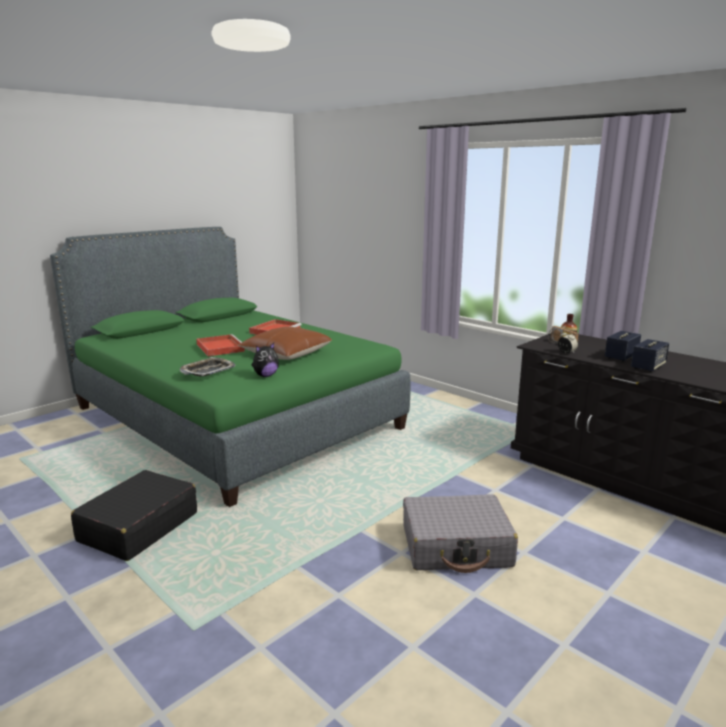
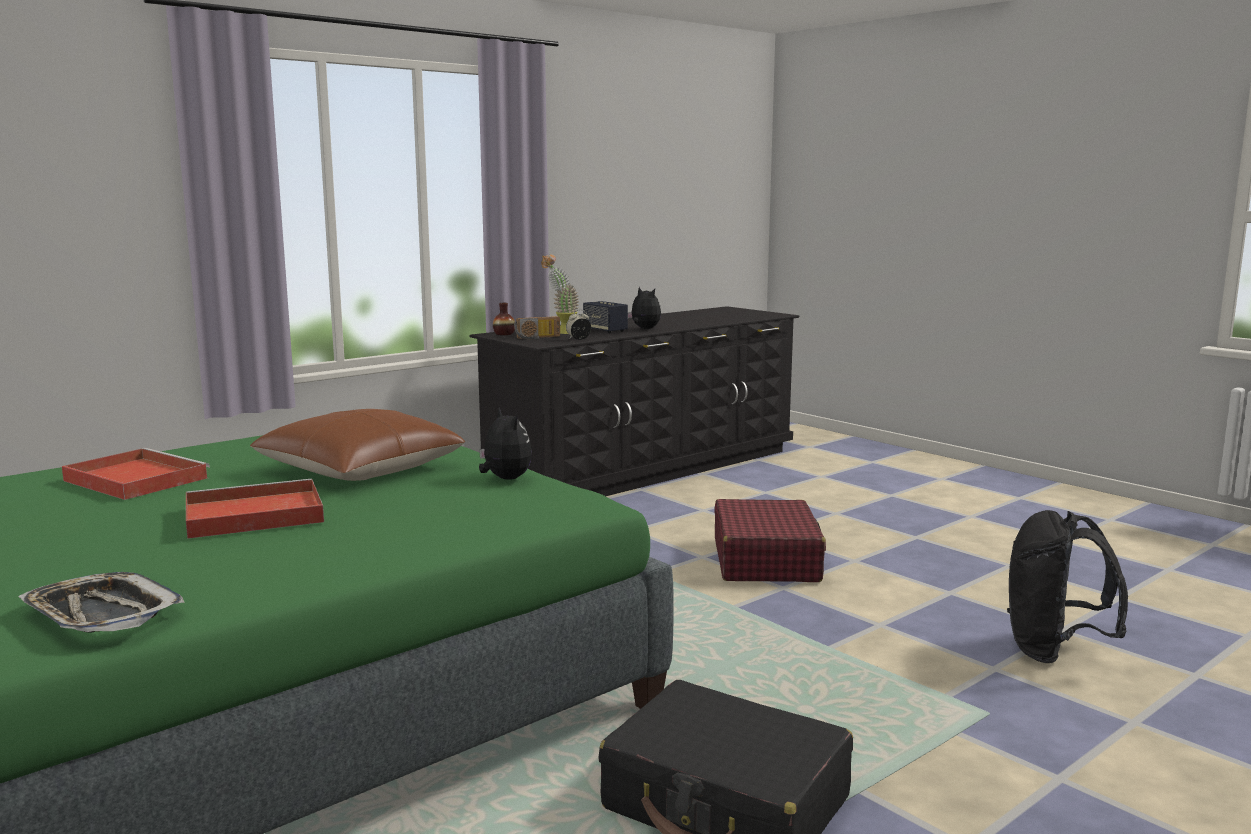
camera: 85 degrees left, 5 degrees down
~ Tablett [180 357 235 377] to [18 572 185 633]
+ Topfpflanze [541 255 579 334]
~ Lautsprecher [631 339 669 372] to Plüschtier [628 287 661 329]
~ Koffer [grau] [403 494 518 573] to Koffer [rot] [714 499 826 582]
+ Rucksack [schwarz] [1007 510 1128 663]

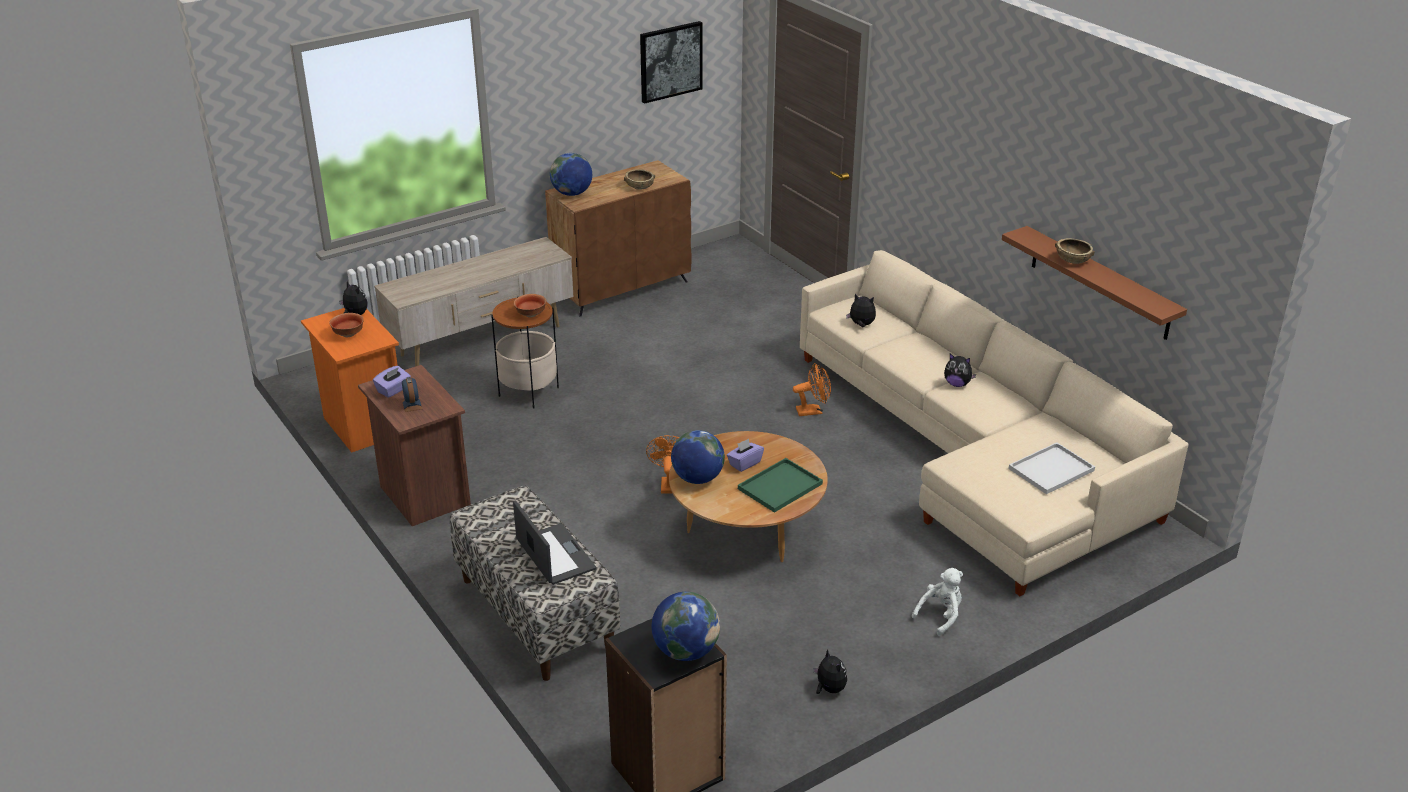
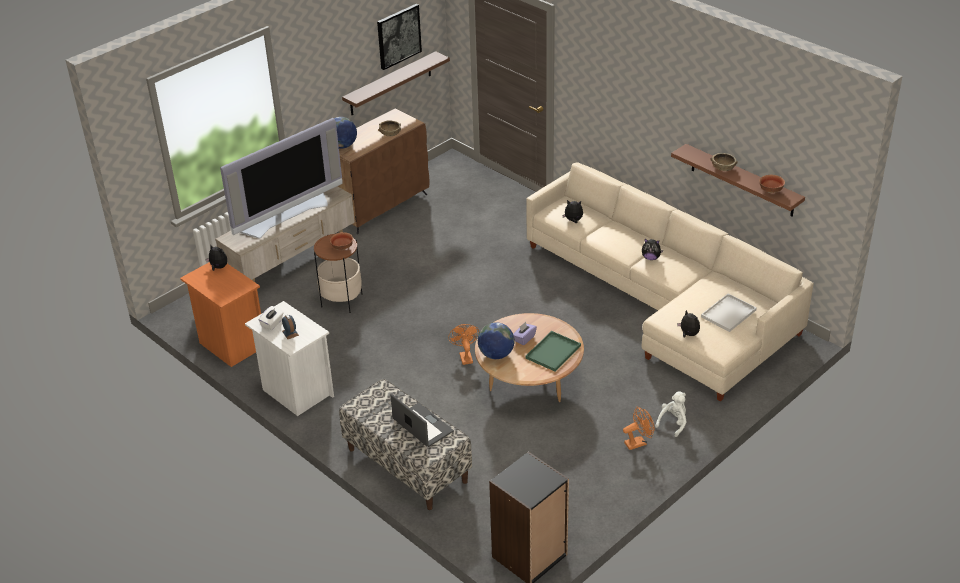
camera: 10 degrees left, 5 degrees up
+ Fernseher [220 118 343 238]
~ Nachttisch [braun] [358 365 471 526] to Nachttisch [weiß] [245 301 334 416]
~ Taschentuchbox [lila] [373 366 411 398] to Taschentuchbox [weiß] [259 306 284 330]
+ Wandregal [braun] [342 51 450 115]
~ Ventilator [orange] [793 363 831 416] to [623 407 655 450]
~ Plüschtier [813 649 847 694] to [677 310 700 338]
~ Schüssel [329 313 364 337] to [759 175 785 193]
- Globus [652 592 720 661]

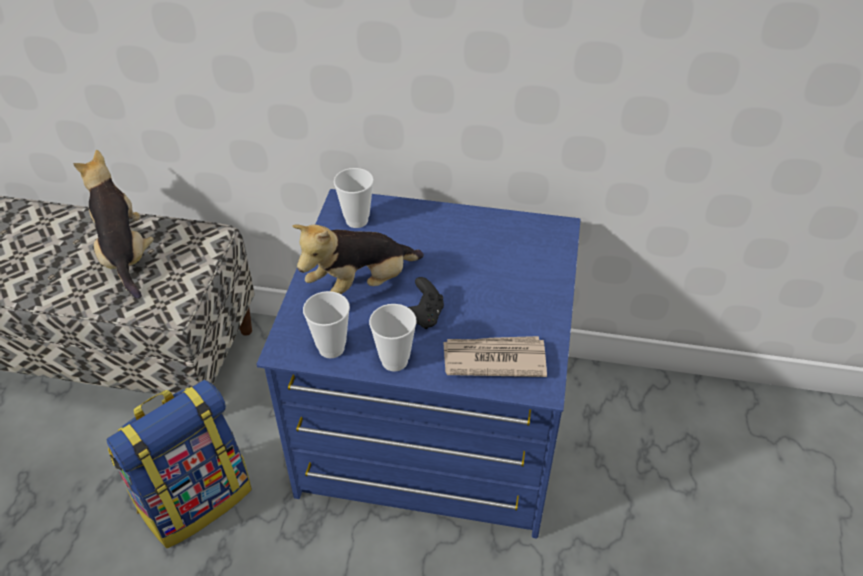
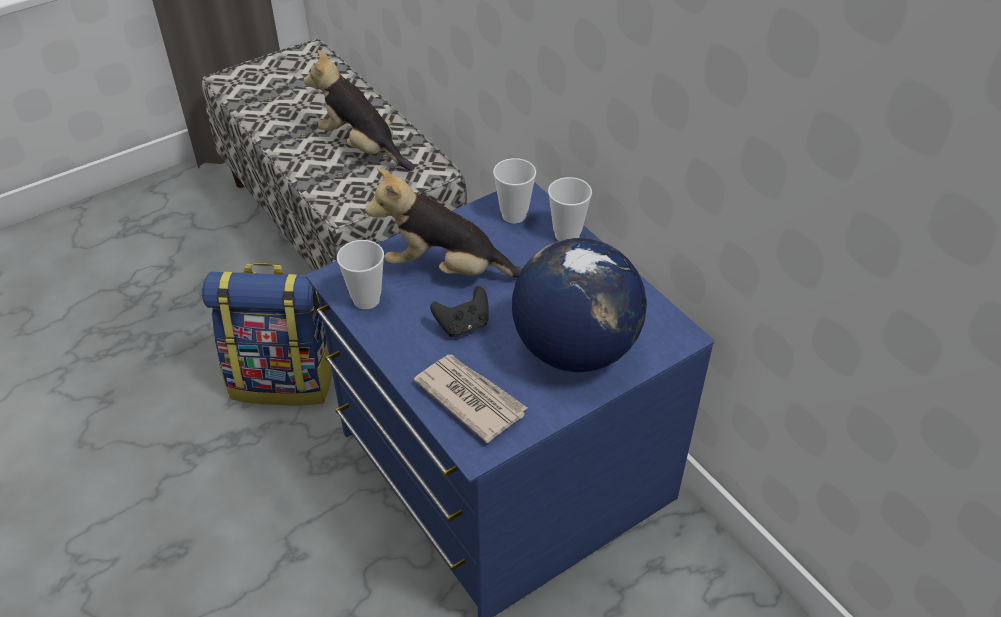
camera: 45 degrees right, 0 degrees up
~ Plüschtier [73 150 154 299] = [304 50 415 171] 75 degrees counterclockwise
+ Globus [512 238 647 372]
~ Tasse [369 304 417 371] to [548 177 592 241]

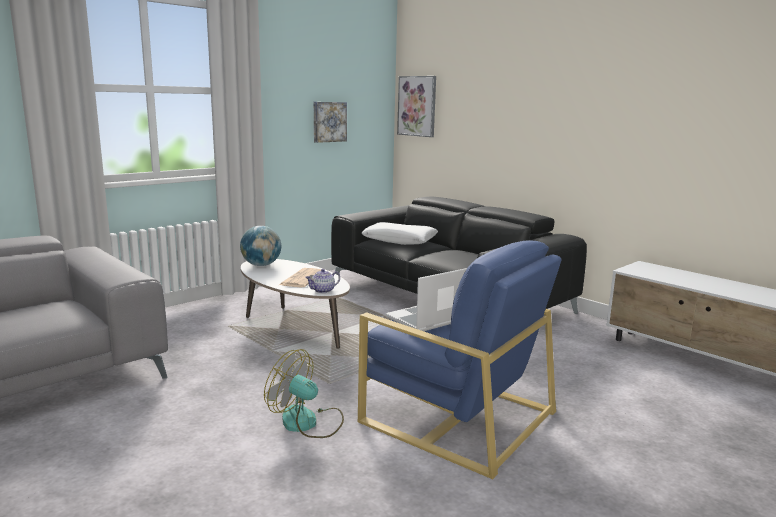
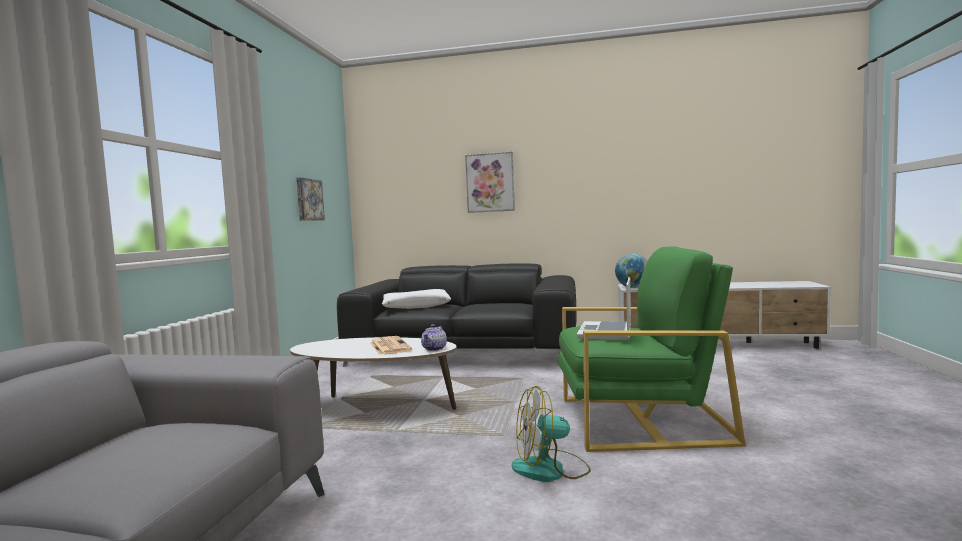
camera: 35 degrees left, 10 degrees down
~ Bild [397 76 436 137] to [465 152 515 213]
~ Sessel [blau] [358 240 562 479] to Sessel [grün] [558 246 746 452]
~ Globus [240 226 281 266] to [615 253 648 288]

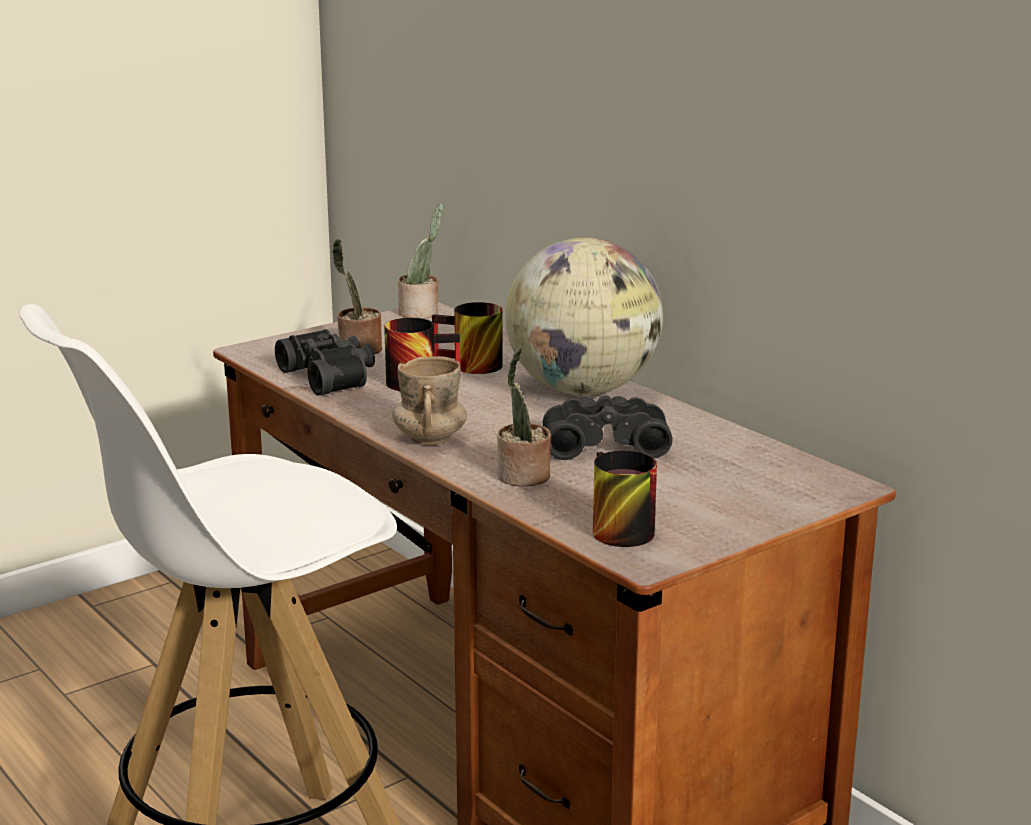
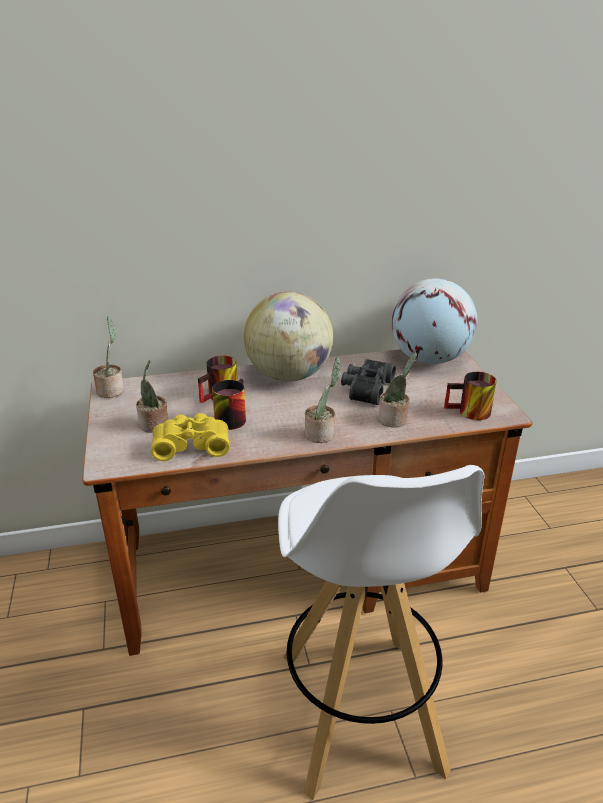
camera: 65 degrees left, 10 degrees up
~ Fernglas [schwarz] [275 329 375 396] to Fernglas [gelb] [151 413 230 461]
~ Henkelbecher [beige] [392 356 467 445] to Topfpflanze [305 357 340 443]
+ Globus [391 279 477 364]

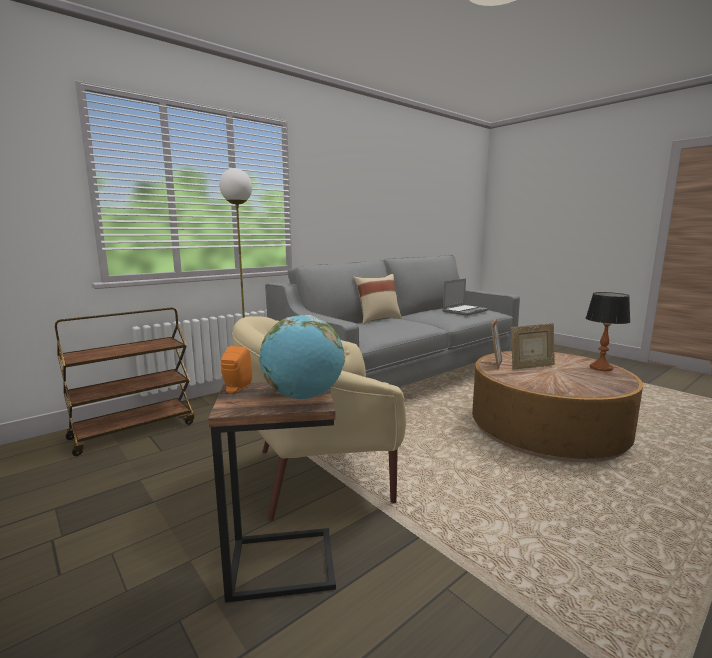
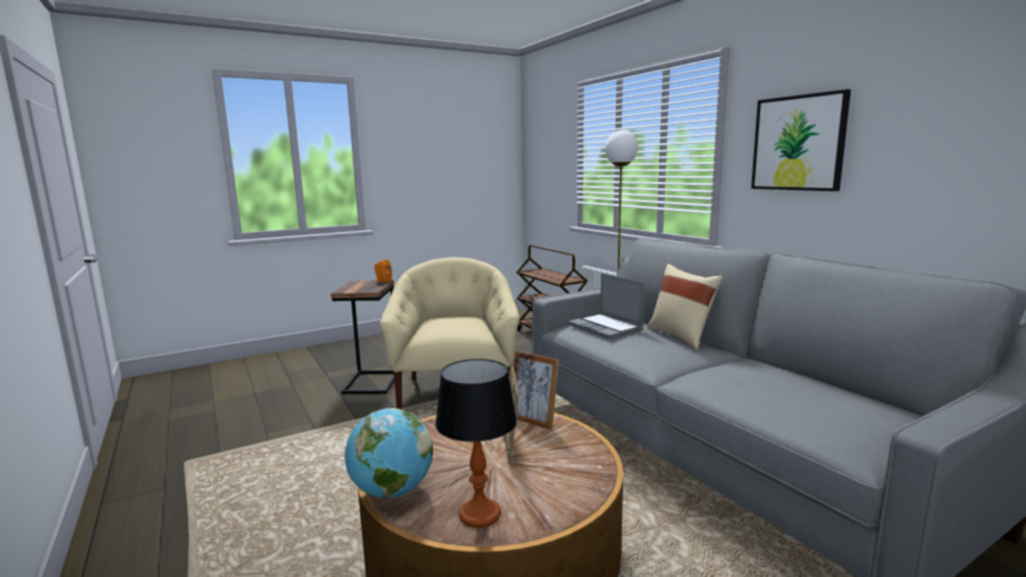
camera: 100 degrees right, 0 degrees up
~ Globus [259 315 345 399] to [345 408 433 498]
~ Laptop [442 278 488 316] to [568 273 644 339]
+ Bild [751 89 851 191]

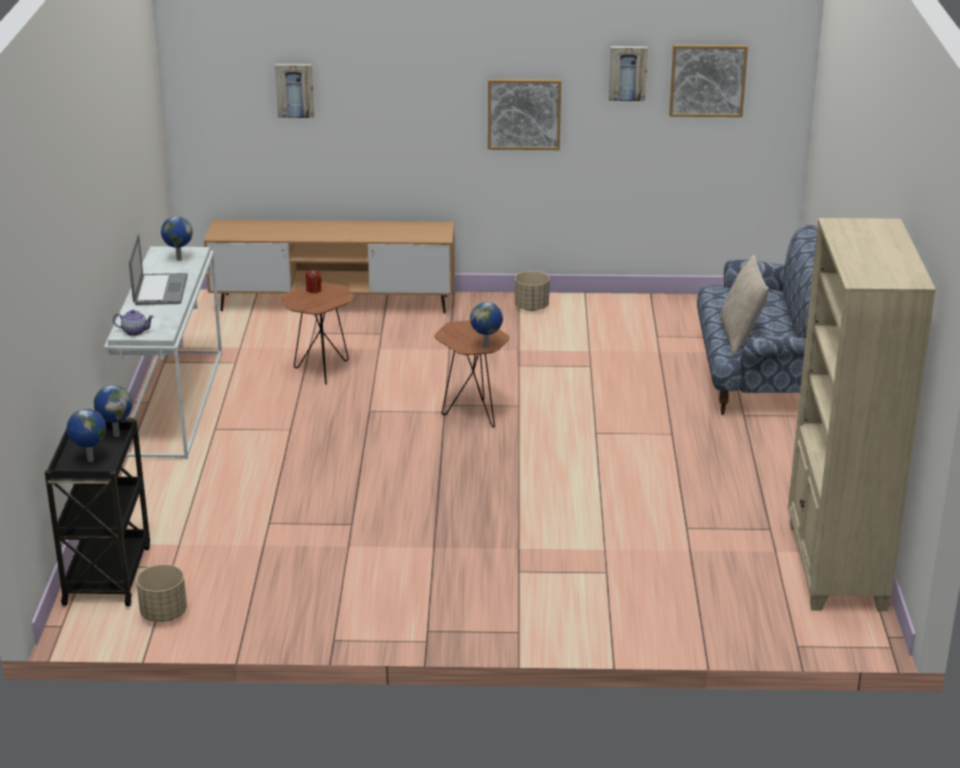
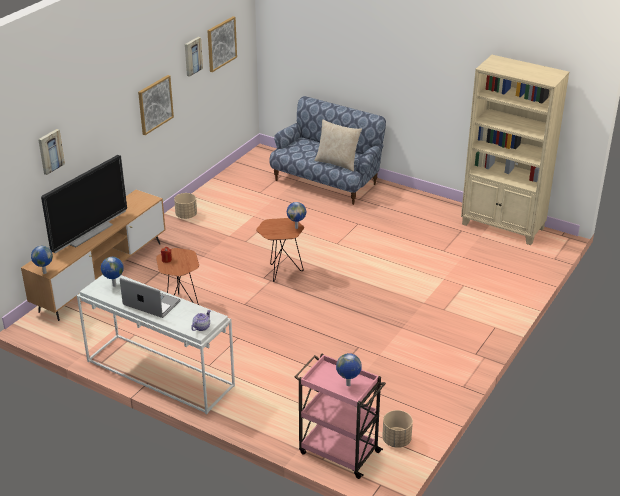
camera: 60 degrees left, 5 degrees up
~ Globus [94 385 132 437] to [31 246 53 274]
+ Fernseher [41 155 127 253]
~ Rollwagen [schwarz] [45 417 150 606] to Rollwagen [rosa] [295 354 386 479]

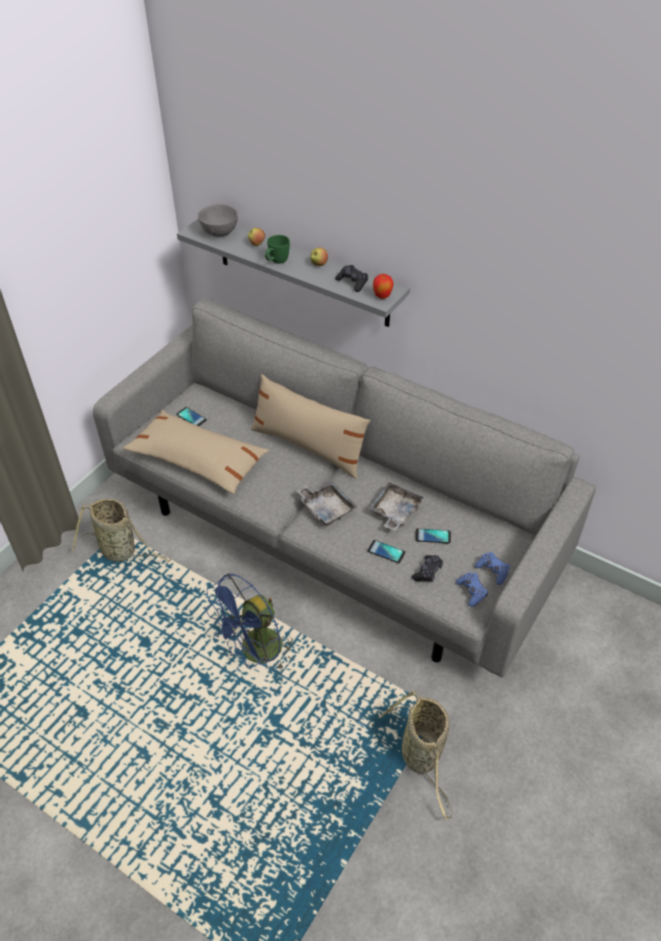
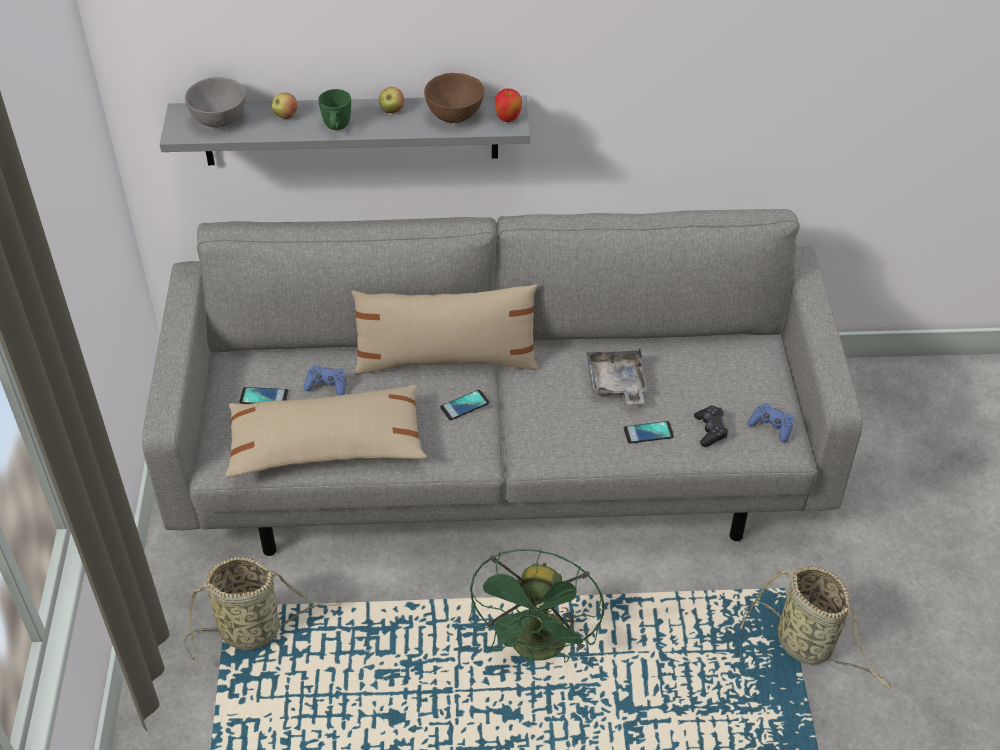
camera: 35 degrees left, 0 degrees up
~ Gamepad [blau] [475 552 510 585] to [303 365 346 396]
~ Gamepad [schwarz] [335 265 368 292] to Schüssel [braun] [424 73 485 123]
~ Handy [416 528 451 544] to [440 390 489 420]
~ Ventilator [blau] [205 573 293 668] to Ventilator [grün] [469 549 604 663]
- Tablett [grau] [296 481 357 527]

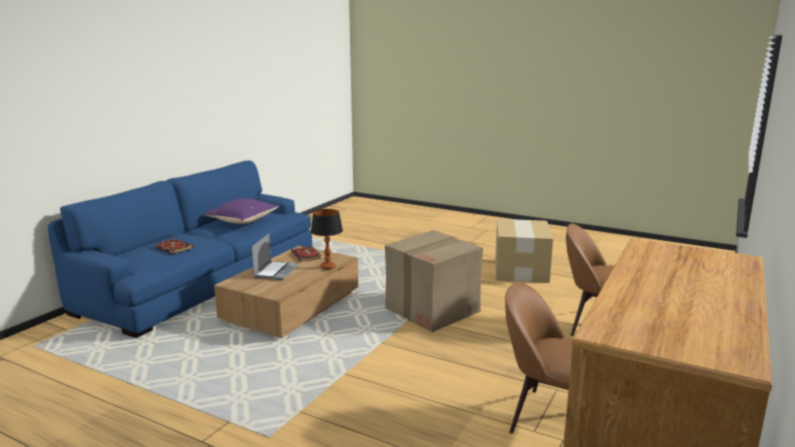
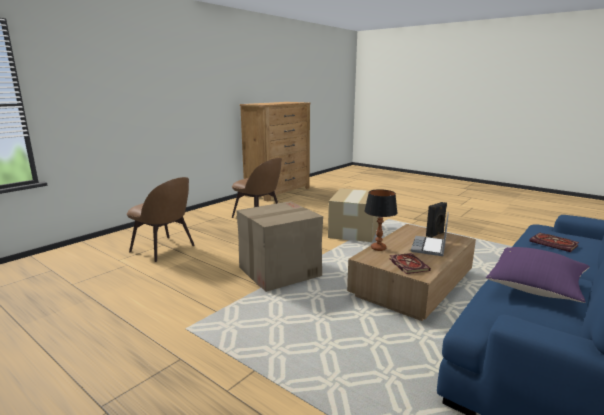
camera: 170 degrees left, 0 degrees up
~ Karton [495 219 553 283] to [328 188 378 242]
+ Lautsprecher [schwarz] [426 202 447 238]

